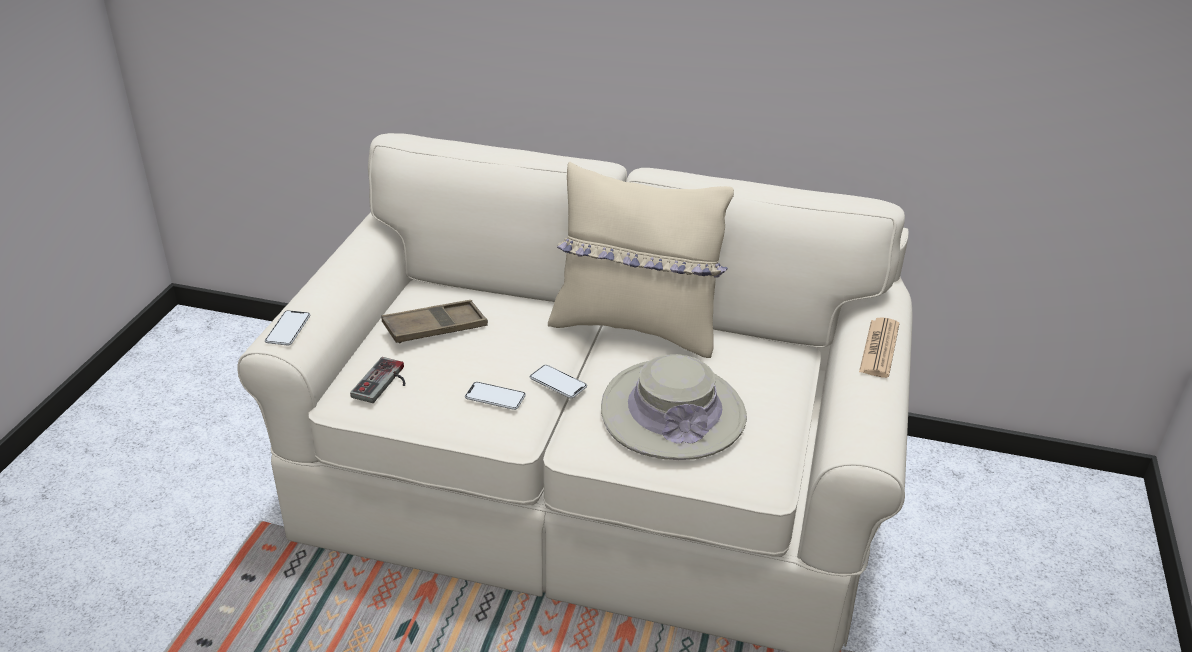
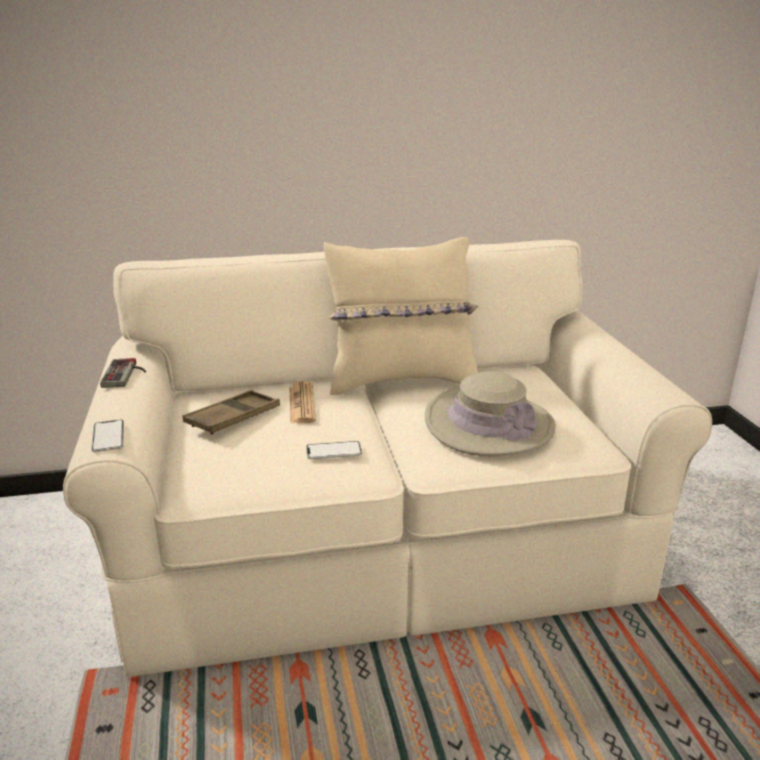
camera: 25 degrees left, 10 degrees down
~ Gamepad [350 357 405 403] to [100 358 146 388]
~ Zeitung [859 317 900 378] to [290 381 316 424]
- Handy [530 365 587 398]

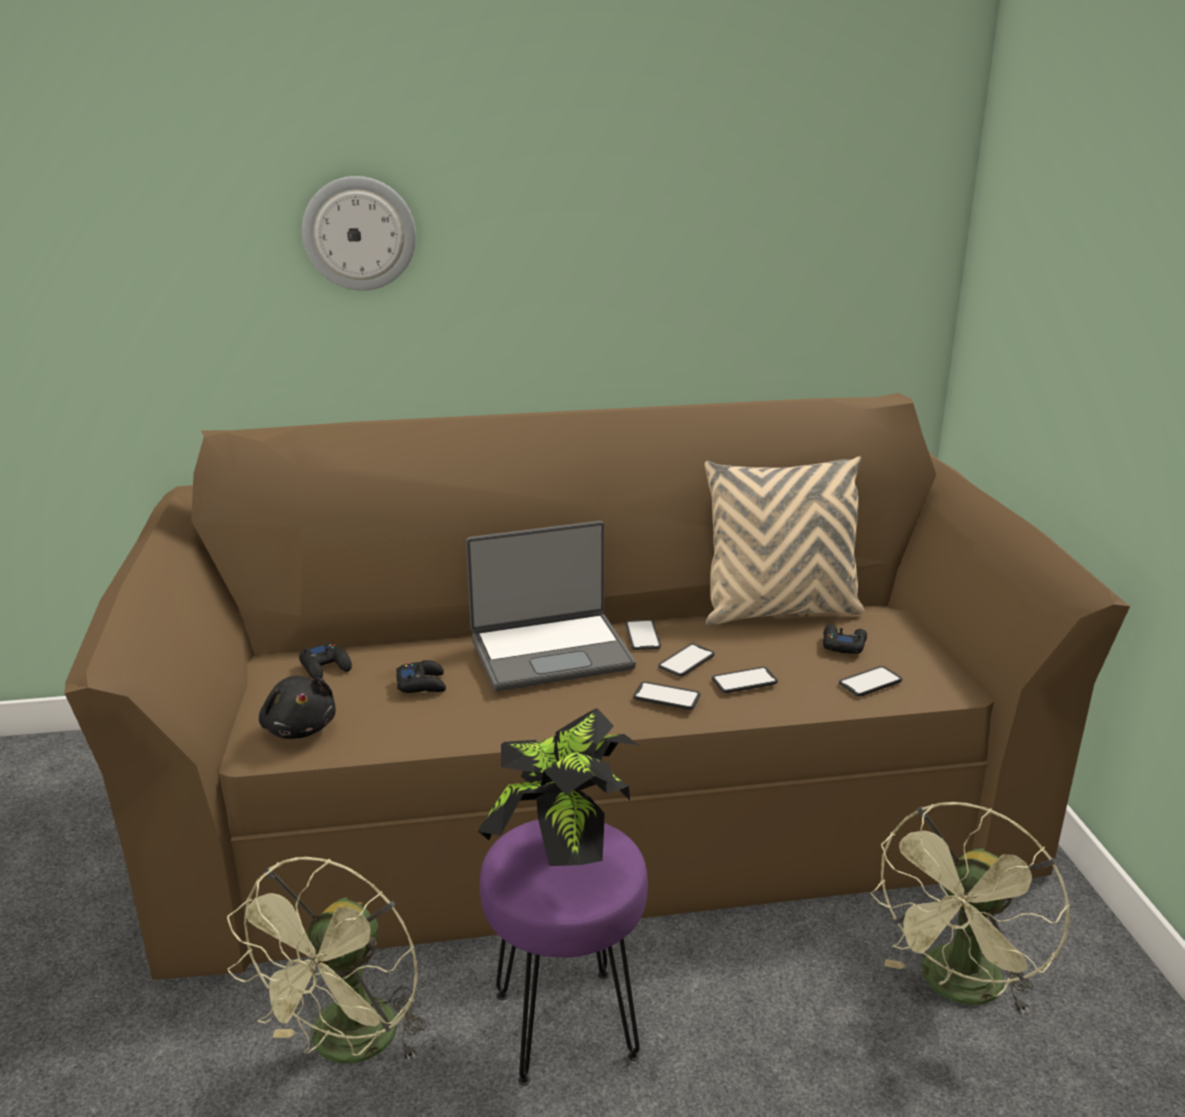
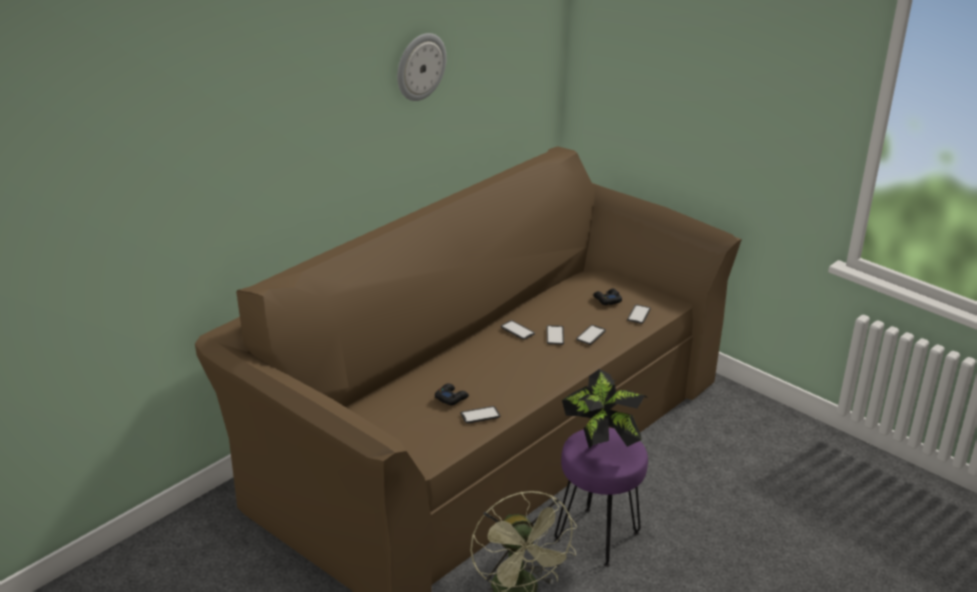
camera: 40 degrees left, 5 degrees up
~ Wanduhr [302 176 416 291] to [397 33 446 101]
~ Handy [633 681 701 710] to [460 406 500 423]
- Plüschtier [schwarz] [259 676 336 739]
- Gamepad [schwarz] [299 643 352 679]
- Laptop [466 521 636 691]
- Kissen [beige] [705 456 864 625]
- Ventilator [grün] [870 802 1070 1015]

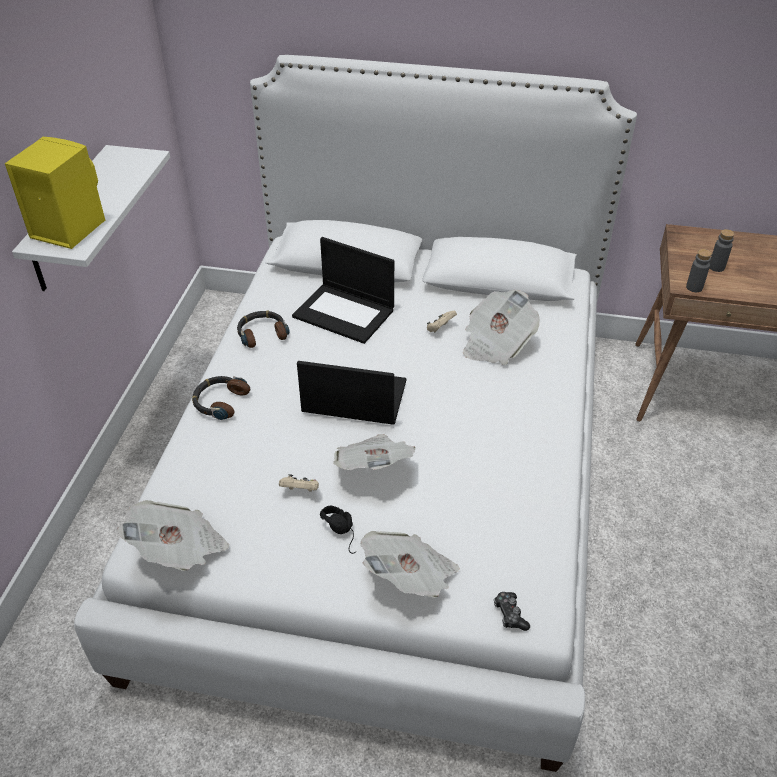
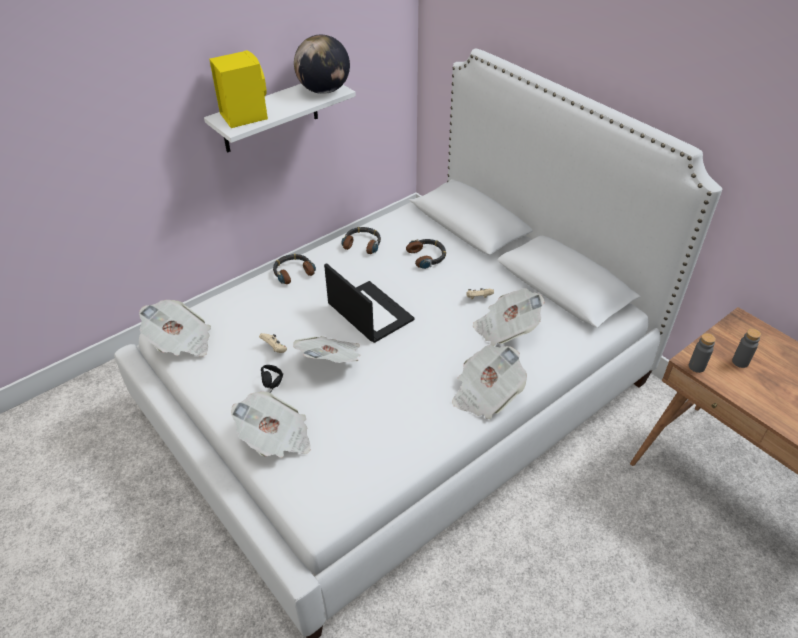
camera: 40 degrees right, 0 degrees up
+ Globus [294 35 350 94]
~ Laptop [292 237 394 344] to Kopfhörer [406 239 446 269]
+ Zeitung [452 345 527 419]
- Gamepad [494 592 530 631]

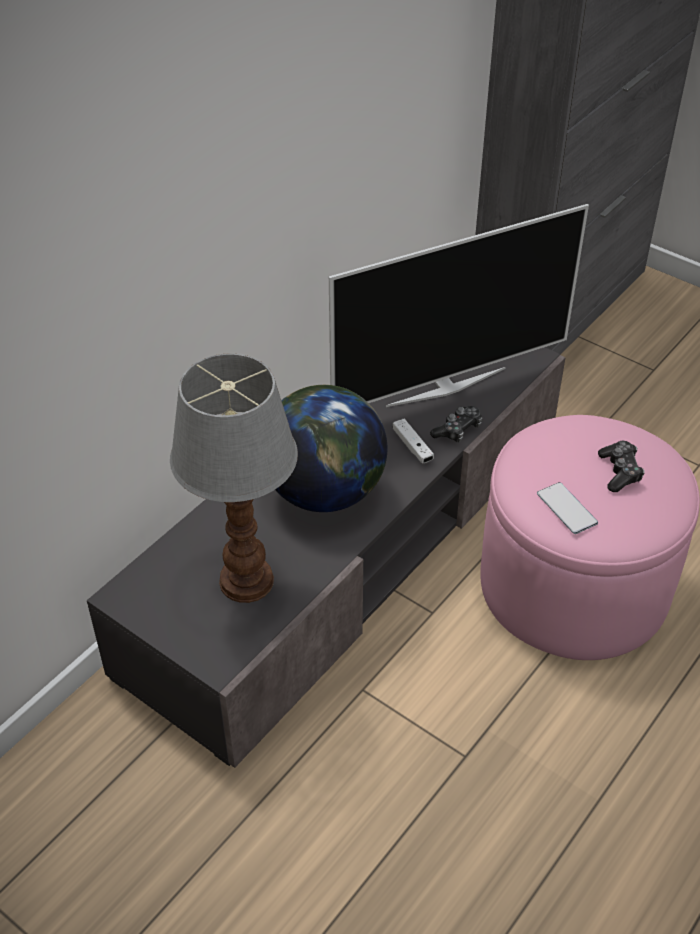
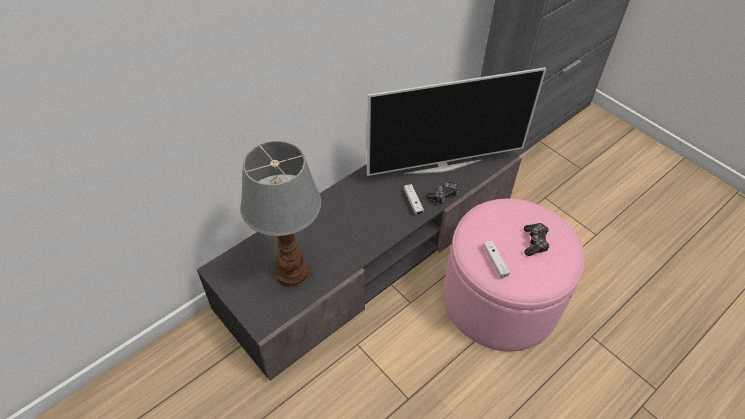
camera: 10 degrees right, 5 degrees up
~ Handy [537 482 598 534] to Gamepad [weiß] [483 240 510 278]
- Globus [275 385 388 512]

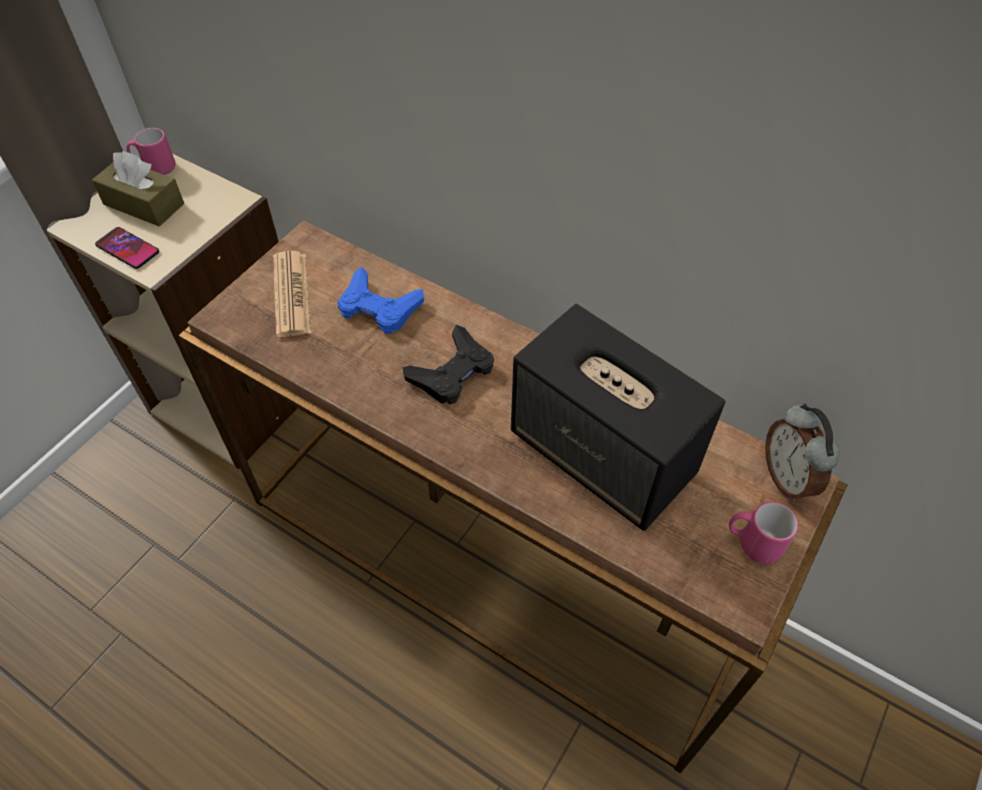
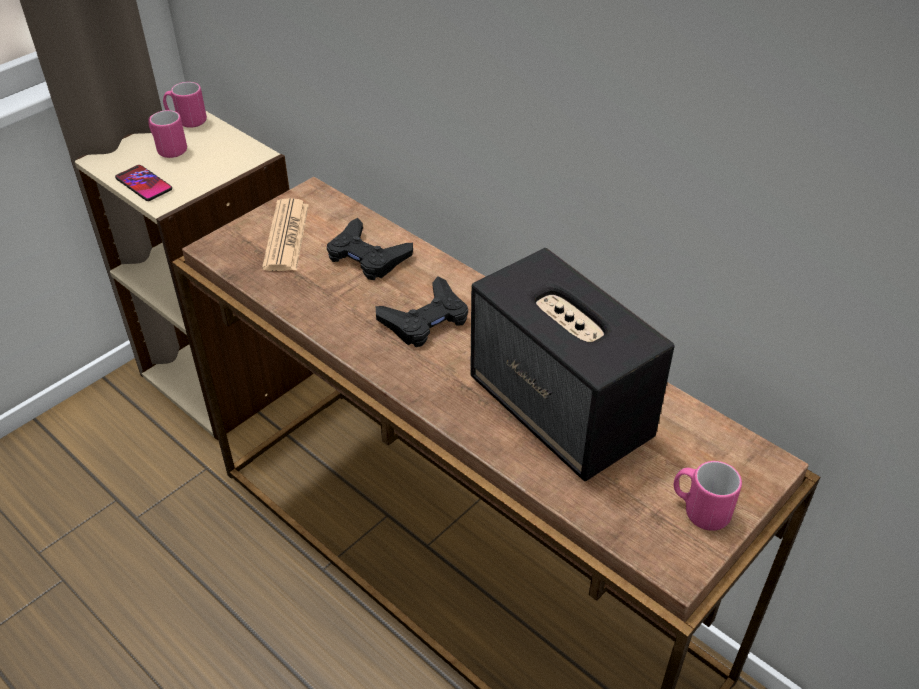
camera: 10 degrees right, 10 degrees down
~ Taschentuchbox [braun] [92 151 184 227] to Henkelbecher [rosa] [148 110 187 158]
~ Gamepad [blau] [338 267 424 334] to Gamepad [schwarz] [327 218 413 280]
- Wecker [765 403 840 501]

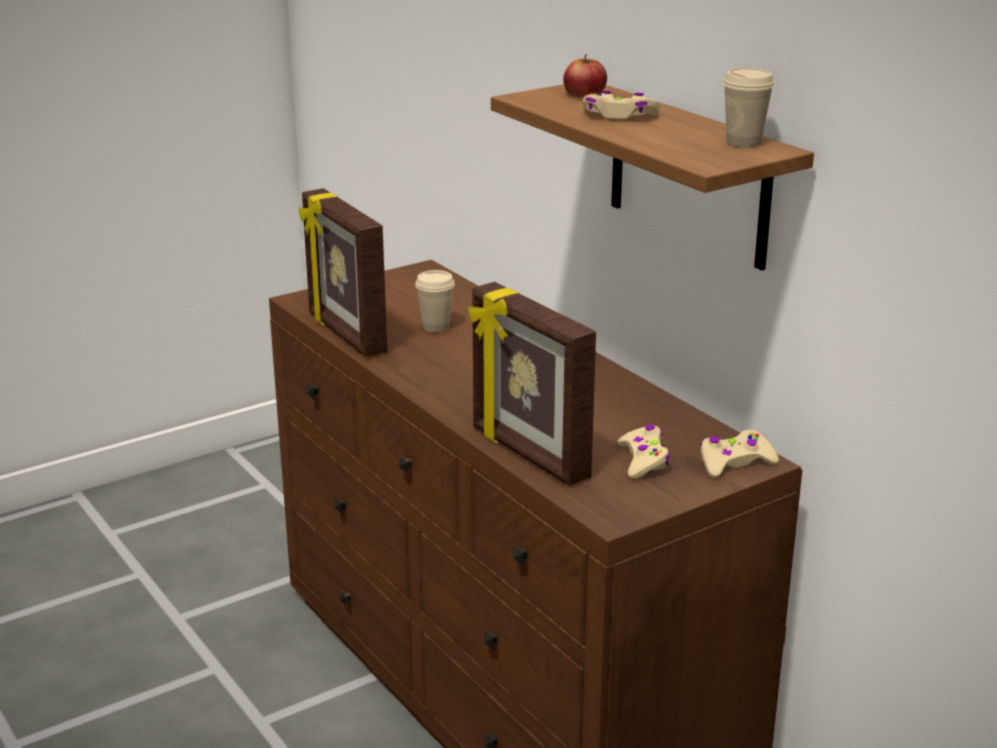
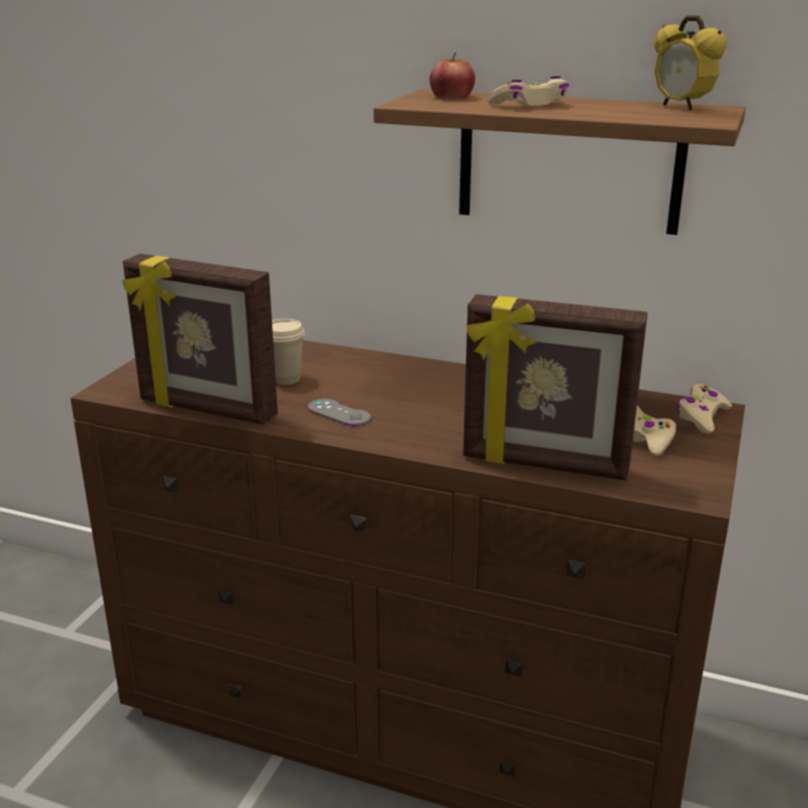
camera: 35 degrees left, 0 degrees up
+ Gamepad [grau] [308 399 371 426]
~ Tasse [beige] [723 68 774 147] to Wecker [654 16 727 110]

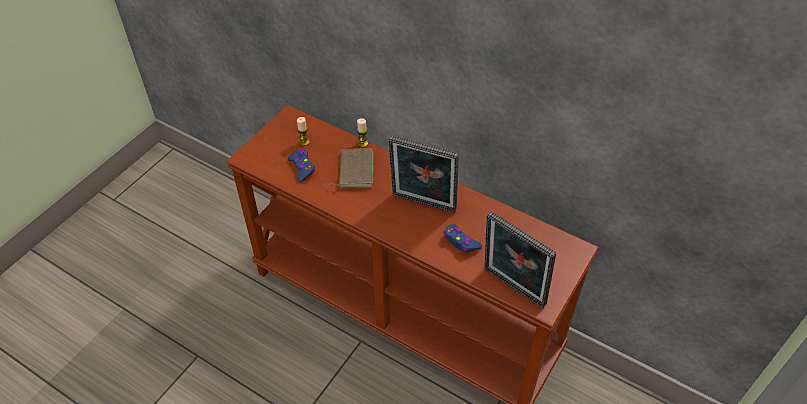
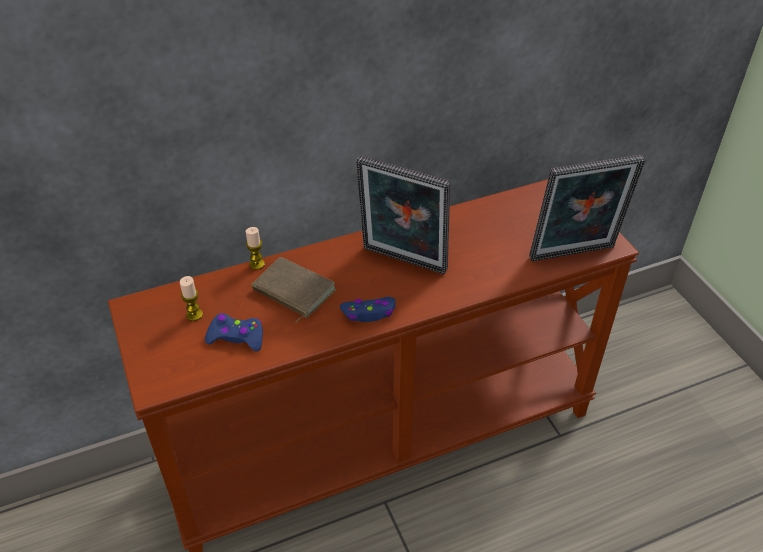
camera: 55 degrees left, 5 degrees down
~ Gamepad [blau] [443 224 482 253] to [340 297 396 322]
~ Bilderrahmen [389 136 459 213] = [356 156 450 274] 60 degrees clockwise

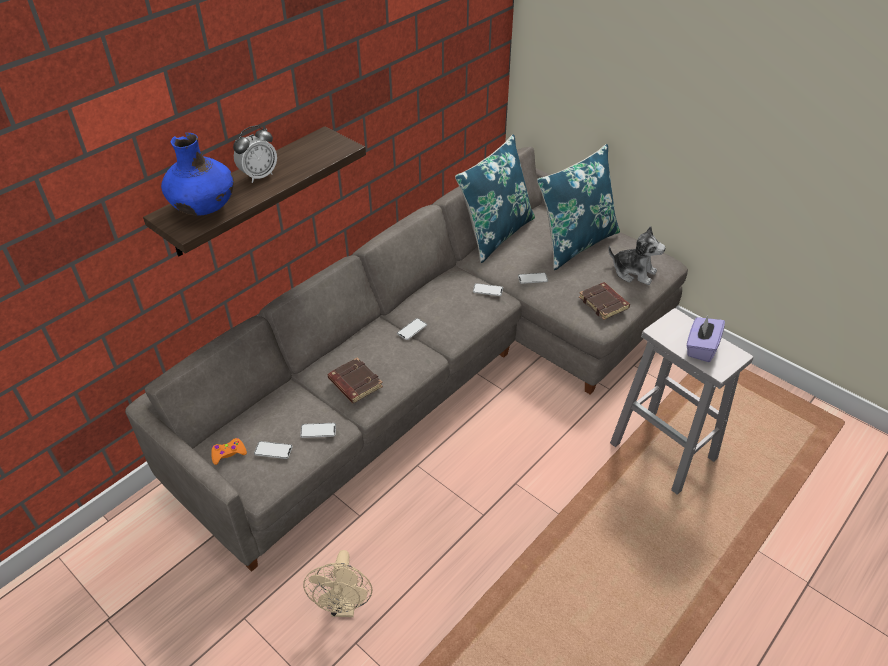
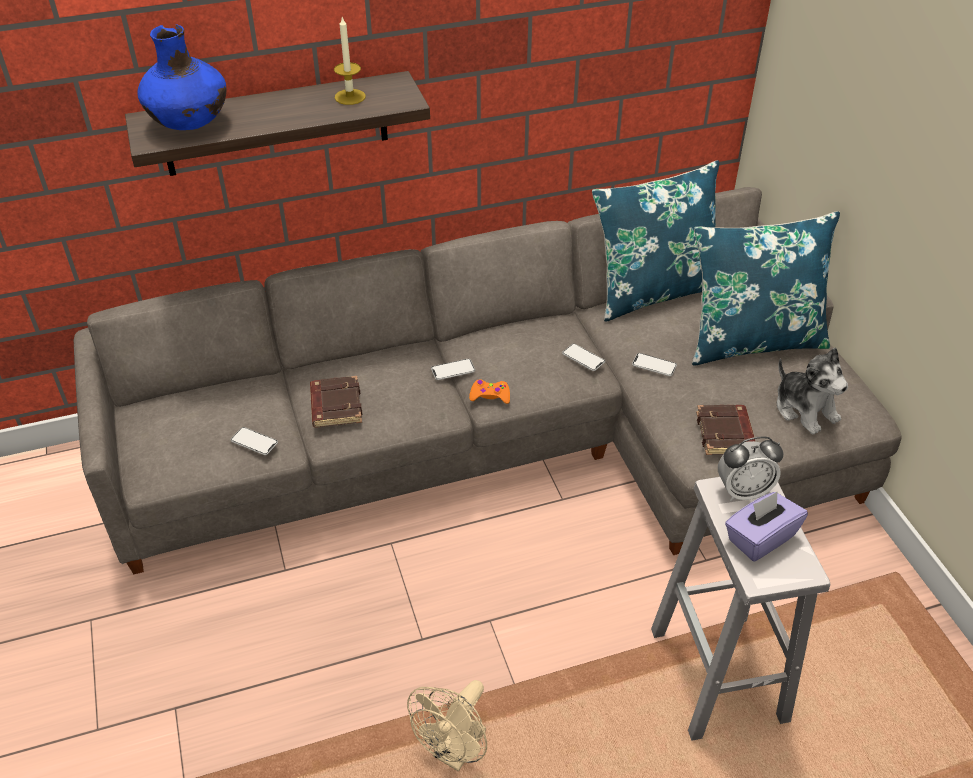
camera: 30 degrees right, 0 degrees up
+ Kerze [334 17 366 105]
~ Ventilator [beige] [303 550 373 617] to [407 680 487 772]
~ Gamepad [orange] [211 438 247 465] to [469 380 510 404]
~ Wecker [233 126 277 183] to [718 437 783 501]
- Handy [254 441 293 459]

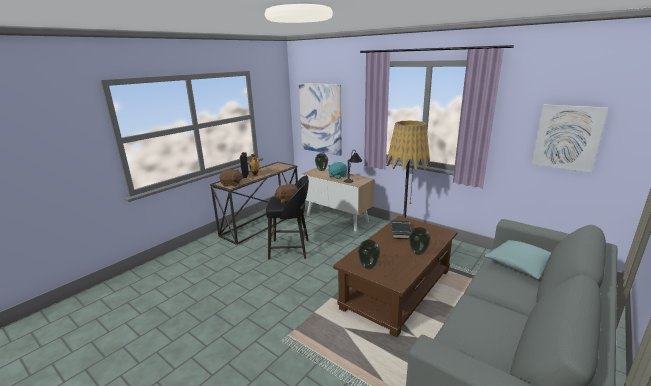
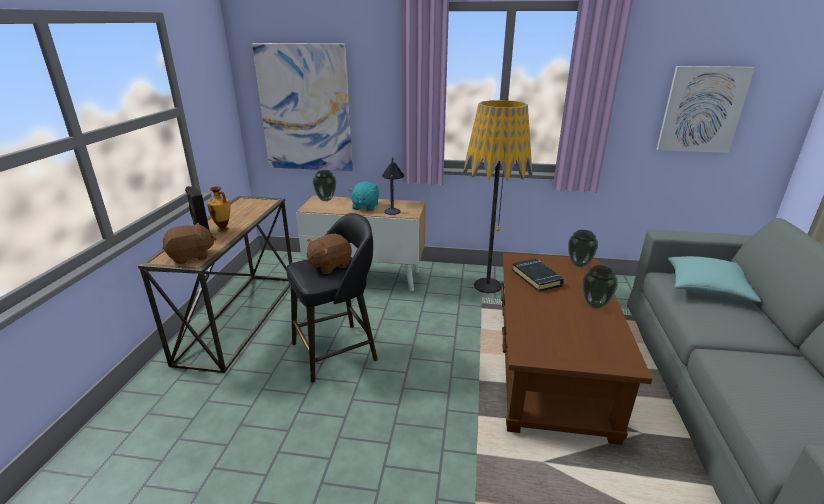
camera: 30 degrees left, 5 degrees up
~ Vase [358 240 380 269] to [568 230 598 267]

